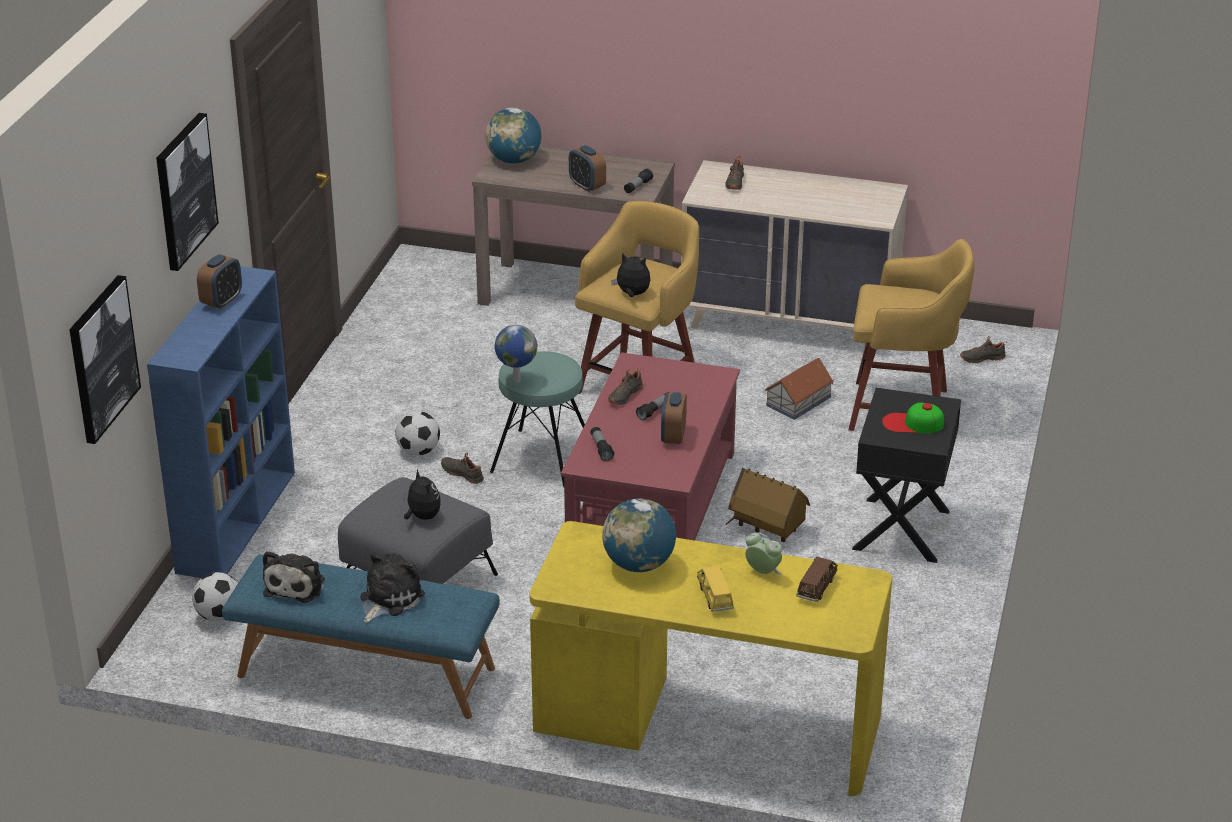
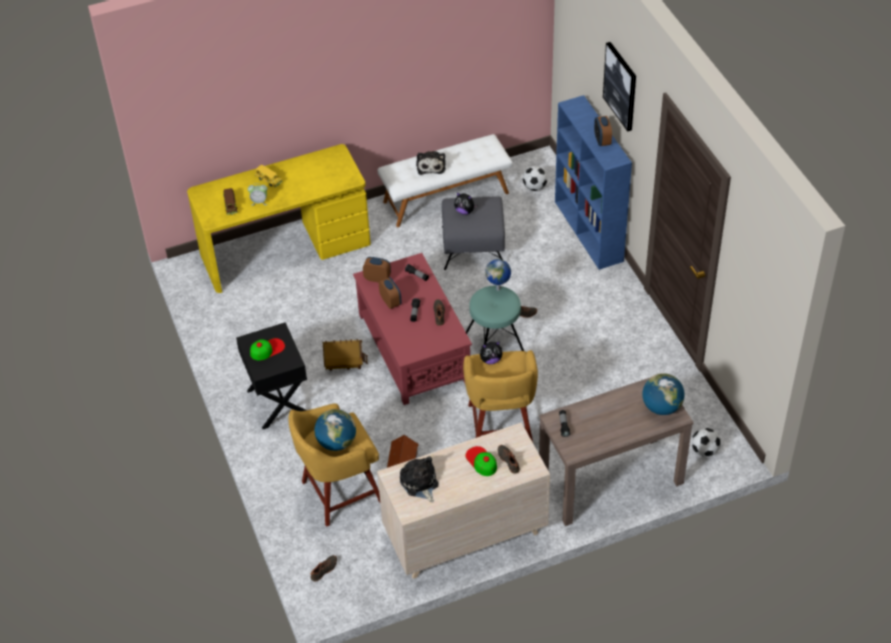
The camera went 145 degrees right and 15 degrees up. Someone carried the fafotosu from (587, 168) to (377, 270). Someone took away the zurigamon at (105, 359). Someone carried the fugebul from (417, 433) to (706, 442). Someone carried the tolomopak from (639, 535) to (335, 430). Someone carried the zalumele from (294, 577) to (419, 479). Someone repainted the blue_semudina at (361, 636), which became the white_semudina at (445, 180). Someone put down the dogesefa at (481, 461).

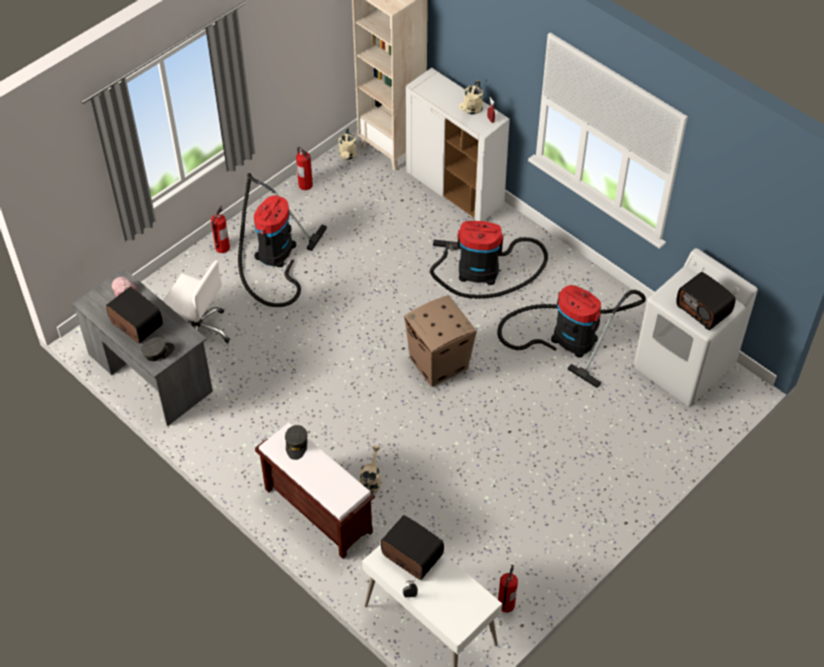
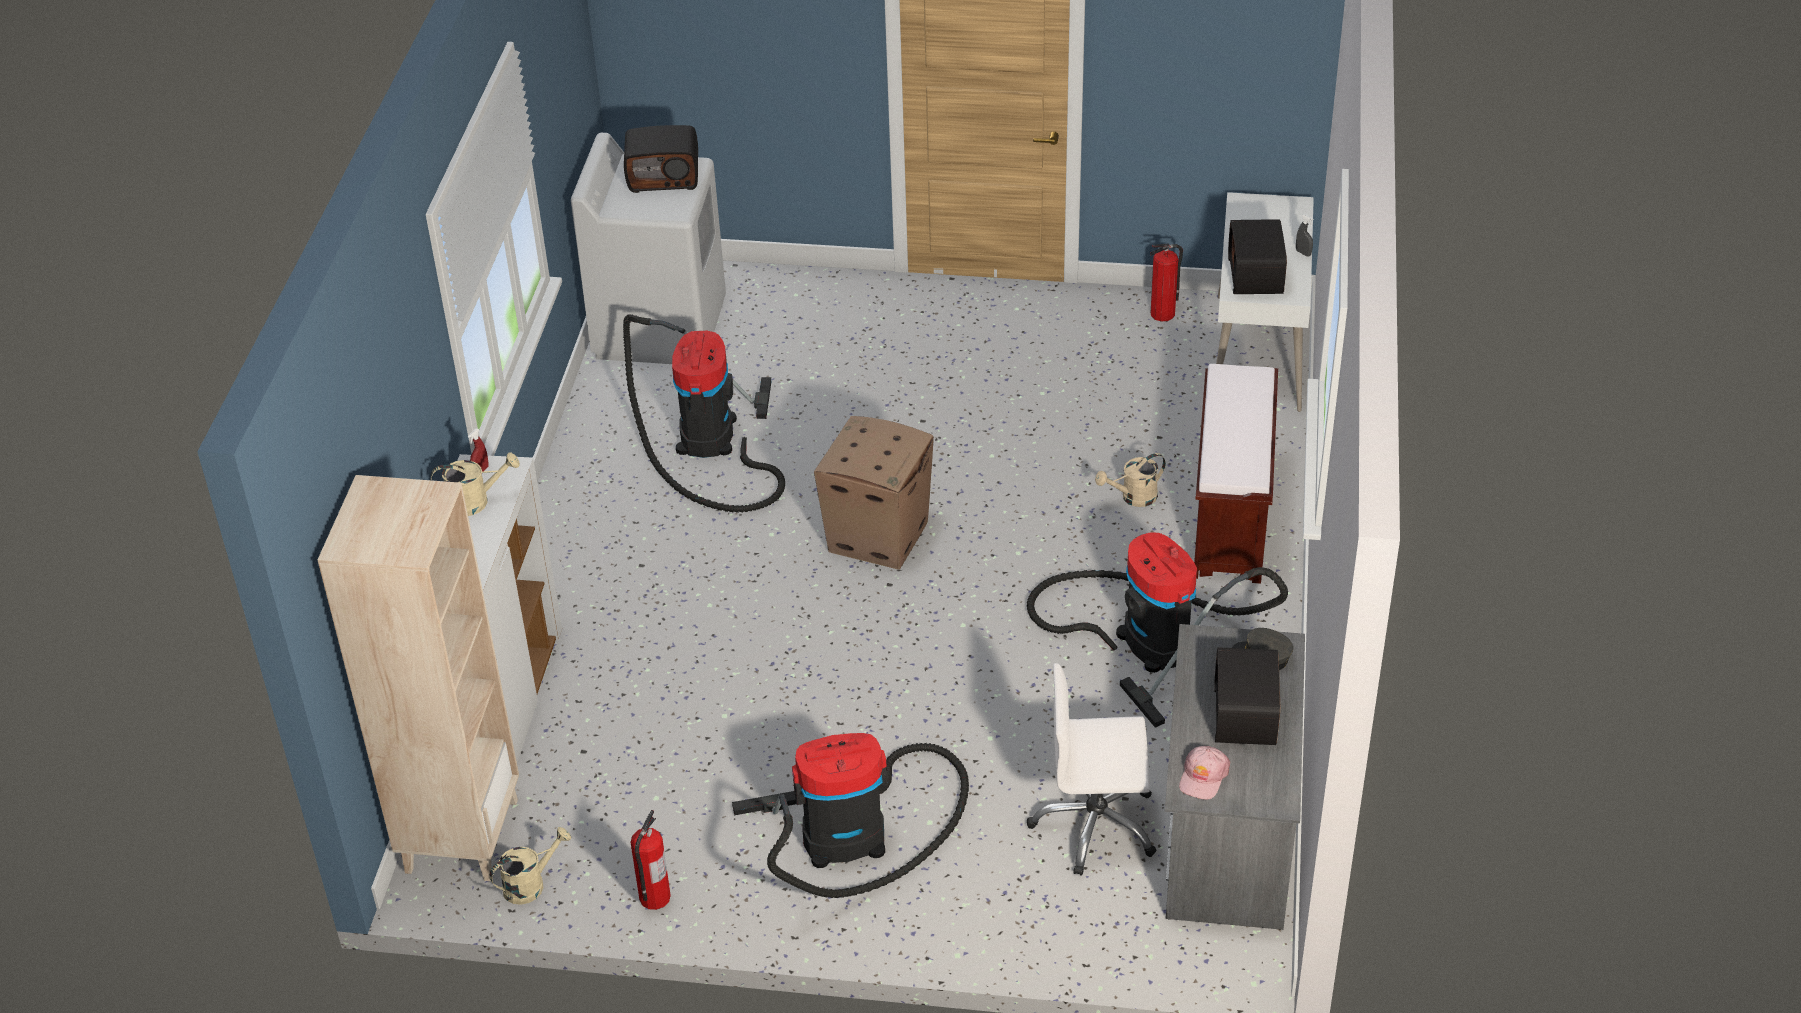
The camera went 125 degrees left and 10 degrees down. Someone took away the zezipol at (220, 229). Someone carried the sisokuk from (489, 260) to (1157, 630). Someone rotated the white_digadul at (196, 301) by 75 degrees counterclockwise. Someone rotated the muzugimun at (706, 301) by 75 degrees clockwise. Someone took away the grey_dogesefa at (296, 442).

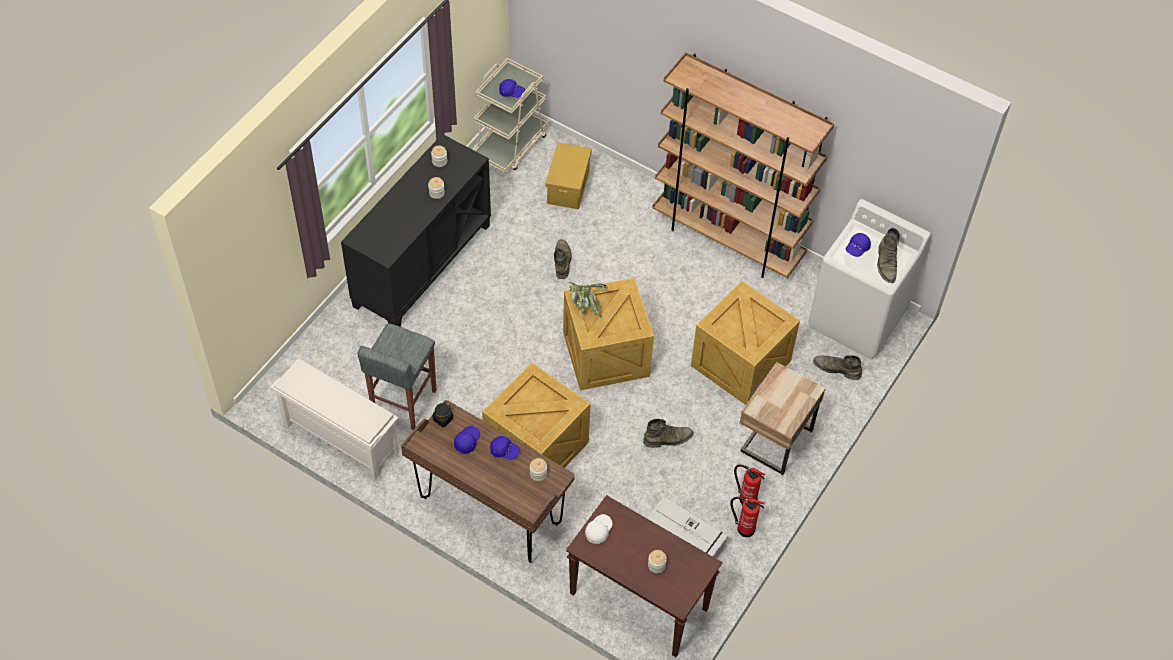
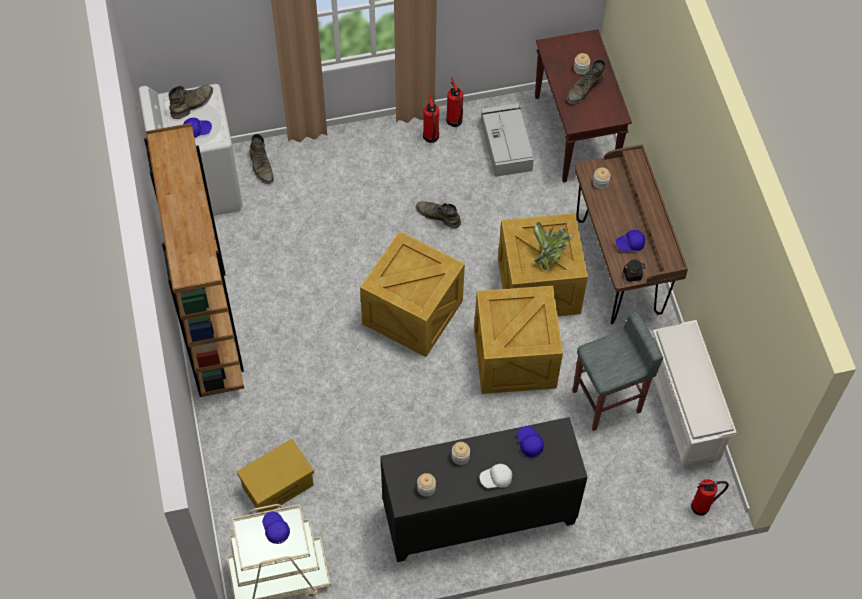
The camera went 135 degrees left and 5 degrees up. Someone carried the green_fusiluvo from (563, 259) to (586, 81). Someone carried the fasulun from (745, 343) to (518, 340). Someone carried the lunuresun from (588, 299) to (553, 247). Someone took away the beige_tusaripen at (783, 418). Someone carried the blue_dogesefa from (505, 448) to (530, 442). Someone carried the white_dogesefa from (599, 529) to (496, 476). Someone put down the zezipol at (710, 497).

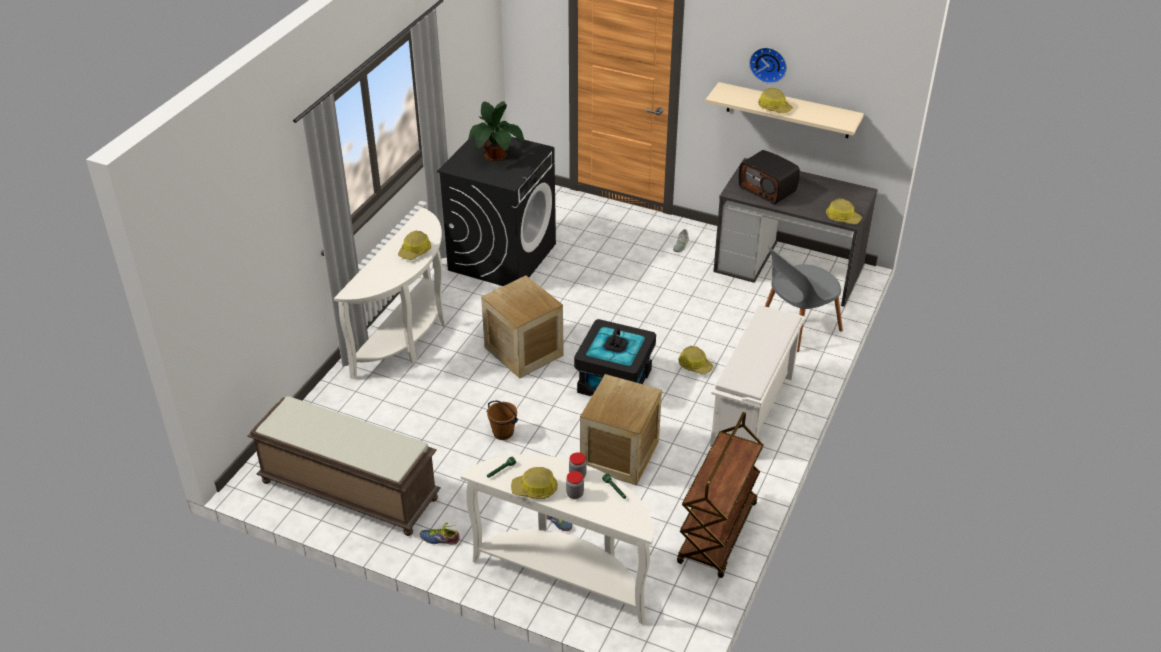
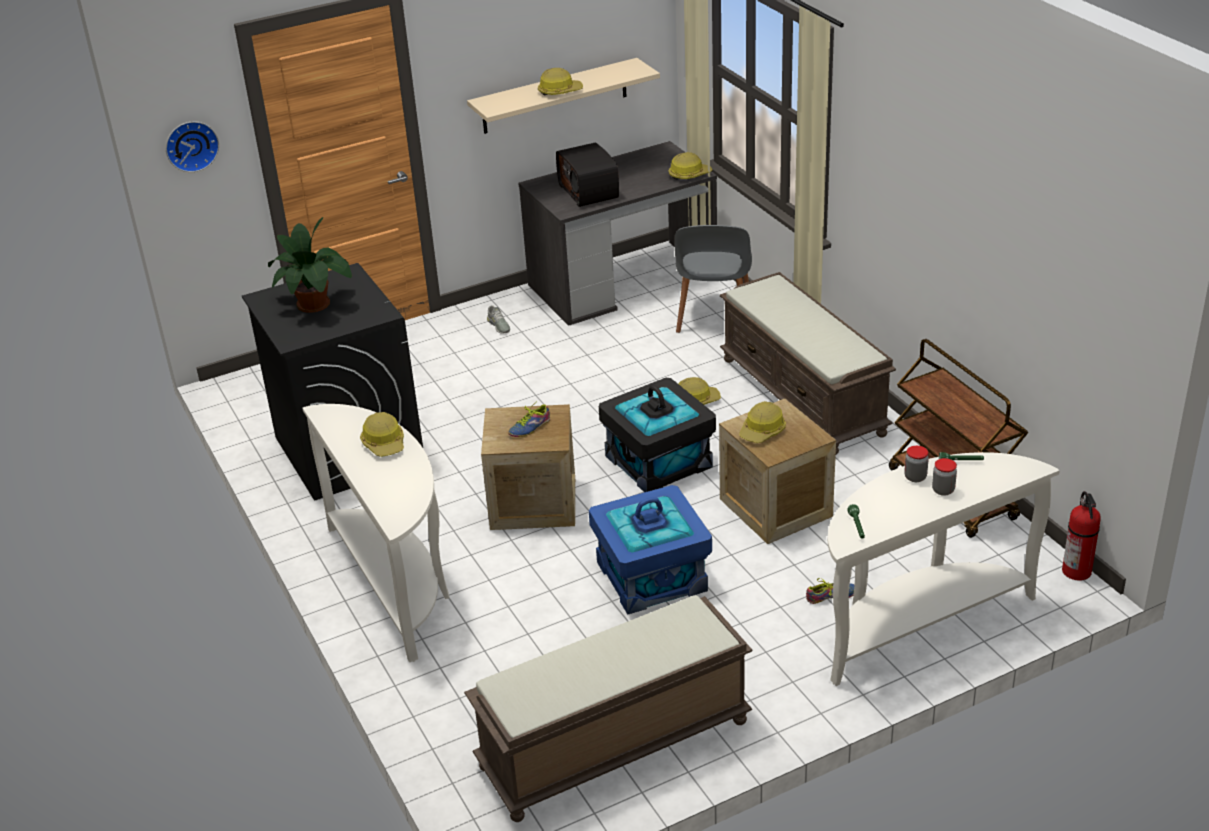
The camera went 50 degrees left and 5 degrees down. Someone carried the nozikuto from (768, 65) to (192, 146). Someone rotated the muzugimun at (769, 177) by 75 degrees clockwise. Someone swapped the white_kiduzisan at (757, 376) for the brown_semudina at (808, 363). Someone swapped the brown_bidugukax at (502, 420) for the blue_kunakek at (650, 550). Someone carried the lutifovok from (534, 483) to (762, 422). Someone carried the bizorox from (439, 534) to (529, 419). Someone put down the zezipol at (1081, 535).

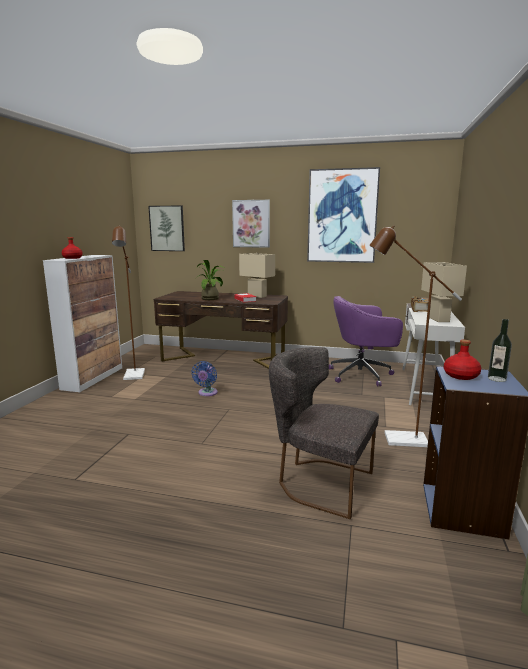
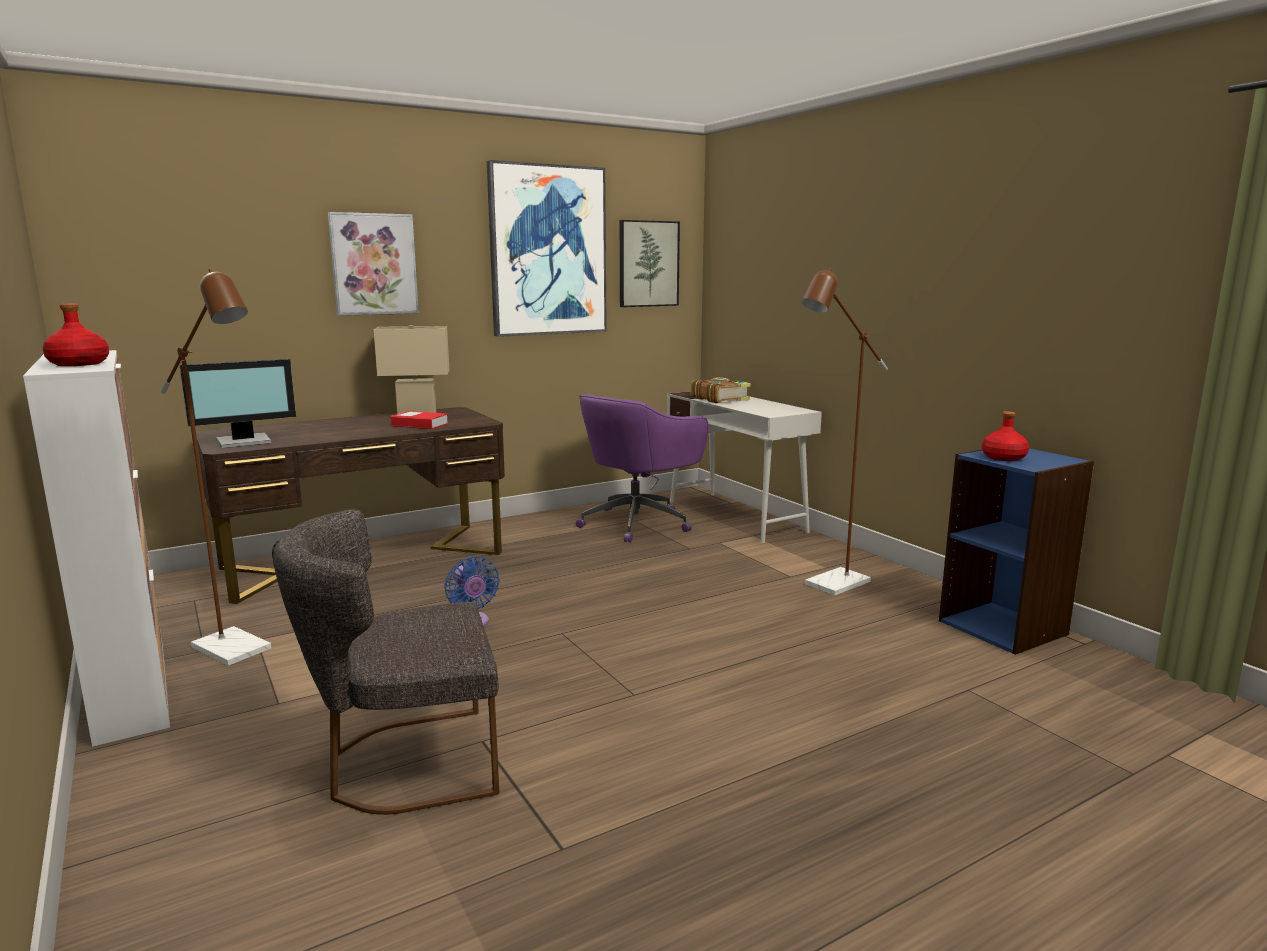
The camera went 45 degrees left and 0 degrees up. Someone carried the zurigamon from (166, 228) to (650, 263). Someone took away the lunuresun at (210, 280). Someone took away the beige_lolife at (444, 292). Someone took away the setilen at (500, 350). Someone carried the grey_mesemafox from (324, 433) to (385, 662). Someone put down the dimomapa at (238, 403).

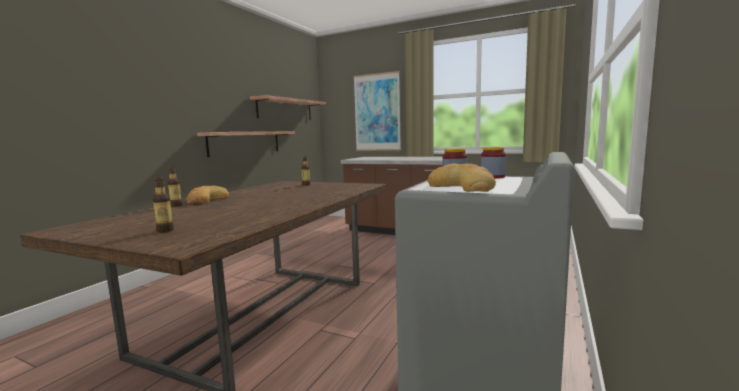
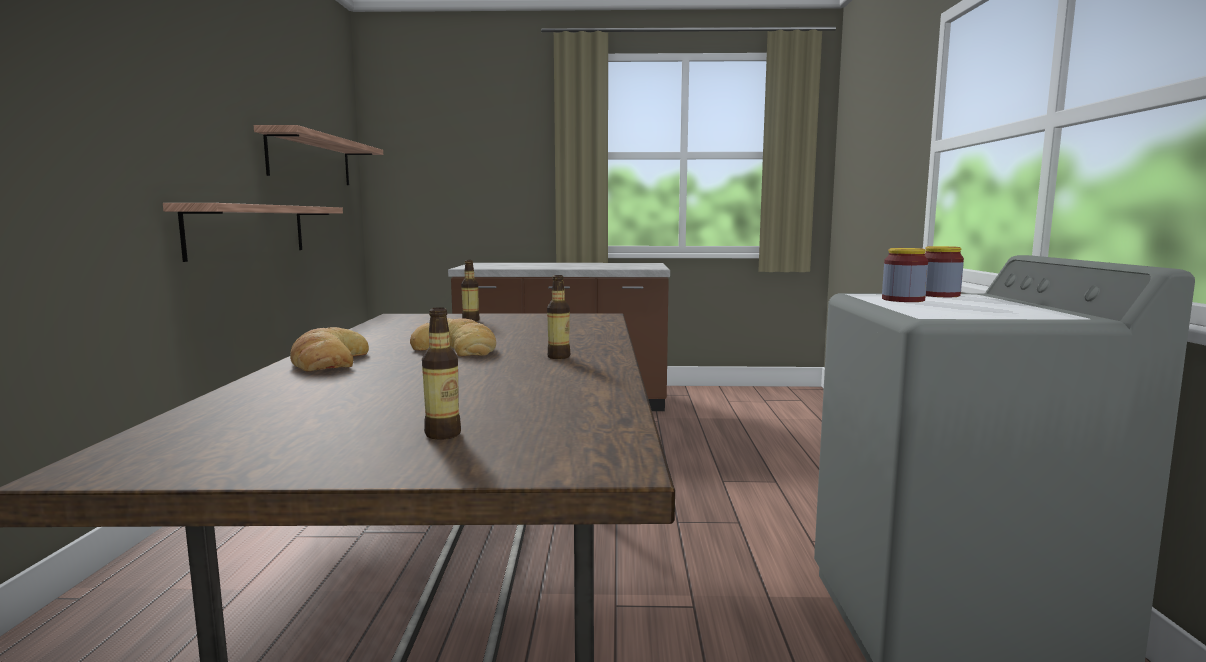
The camera went 25 degrees left and 0 degrees up. Someone took away the zurigamon at (377, 111). Someone carried the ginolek from (462, 178) to (453, 337). Someone carried the setilen from (175, 187) to (558, 317).

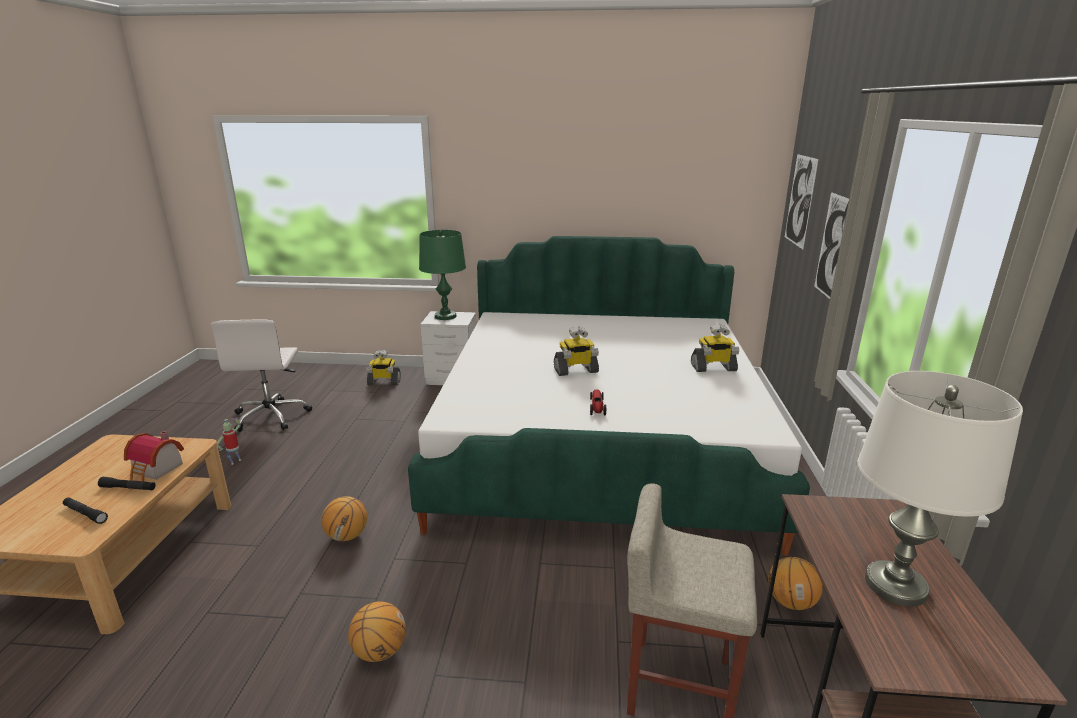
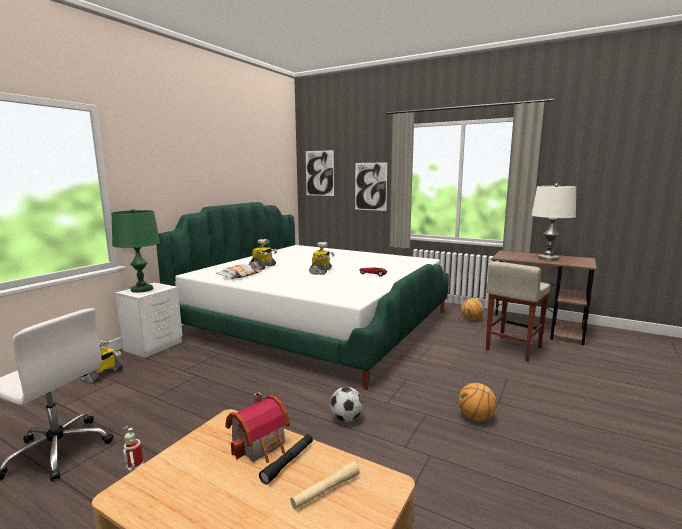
The camera went 65 degrees left and 10 degrees down. Someone carried the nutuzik from (715, 348) to (263, 254). Someone swapped the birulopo at (344, 518) for the fugebul at (346, 404). Someone repainted the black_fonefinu at (85, 510), which became the beige_fonefinu at (325, 485). Someone put down the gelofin at (239, 271).

